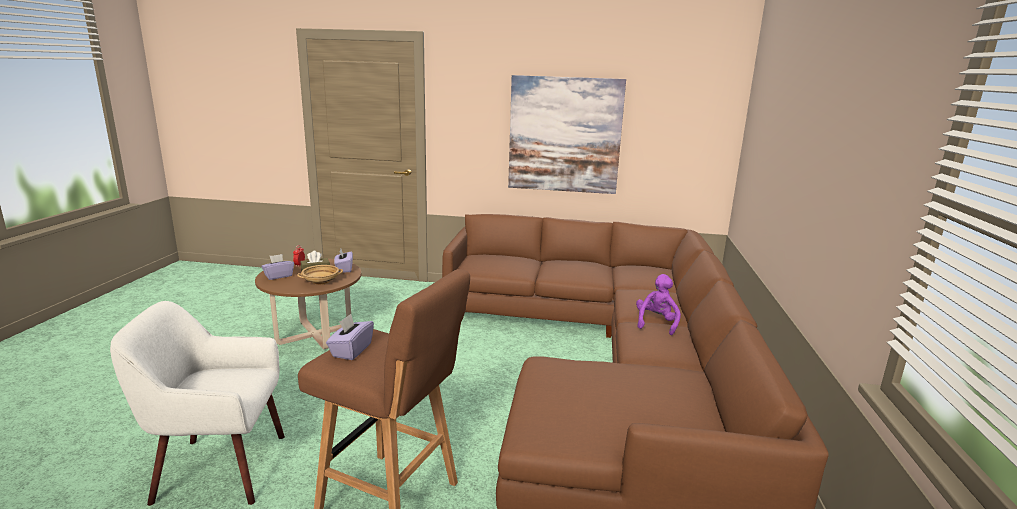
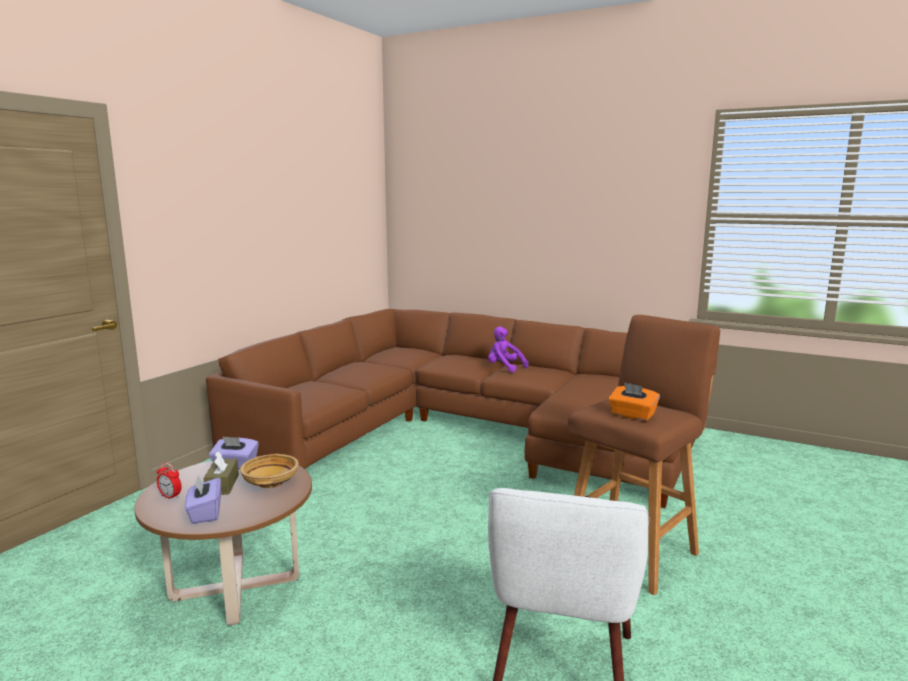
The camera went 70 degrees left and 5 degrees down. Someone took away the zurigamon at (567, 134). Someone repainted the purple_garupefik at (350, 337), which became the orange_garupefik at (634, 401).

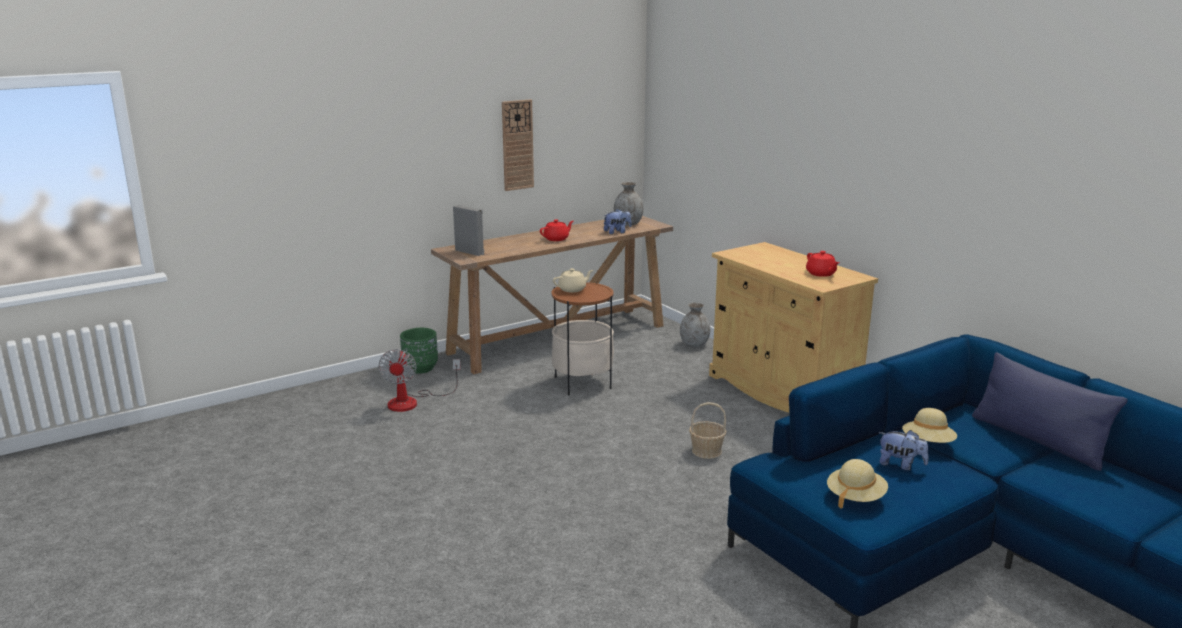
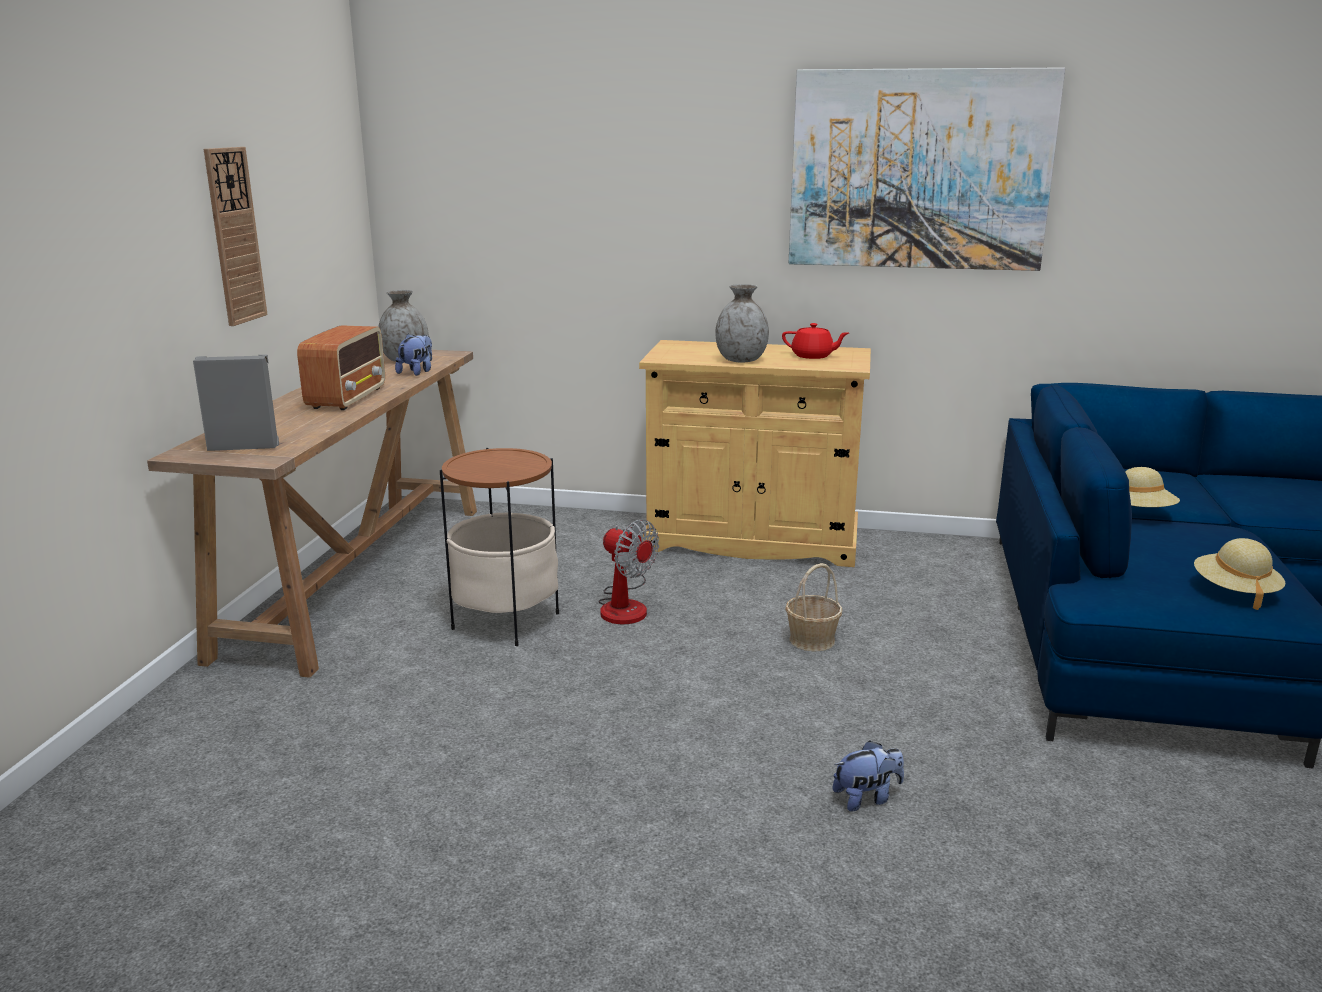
The camera went 45 degrees left and 0 degrees up. Someone swapped the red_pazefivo at (557, 230) for the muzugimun at (341, 367). Someone took away the beige_pazefivo at (573, 280). Someone carried the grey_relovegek from (695, 324) to (742, 323). Someone took away the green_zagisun at (419, 351). Someone carried the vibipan from (419, 380) to (628, 572). Someone took away the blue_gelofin at (1050, 411). Someone carried the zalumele from (903, 450) to (868, 776). Someone put up the zurigamon at (927, 169).

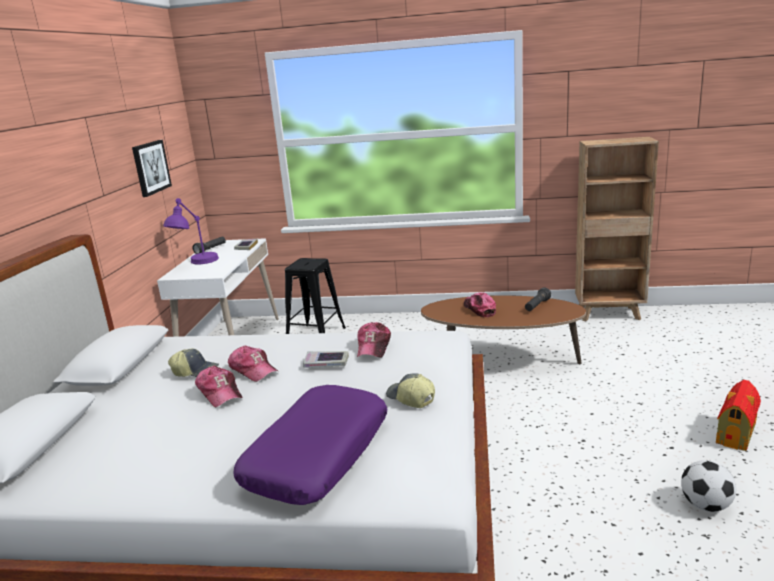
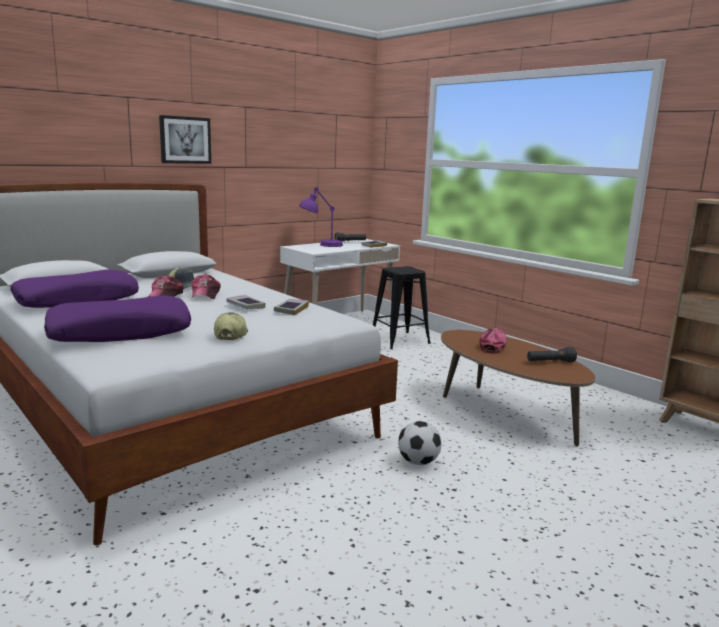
The camera went 40 degrees right and 5 degrees down. Someone carried the zurigamon from (152, 168) to (185, 139). Someone swapped the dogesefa at (374, 340) for the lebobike at (291, 307). Someone took away the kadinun at (738, 415). Someone carried the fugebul from (708, 486) to (420, 443). Someone put down the purple_gelofin at (75, 289).

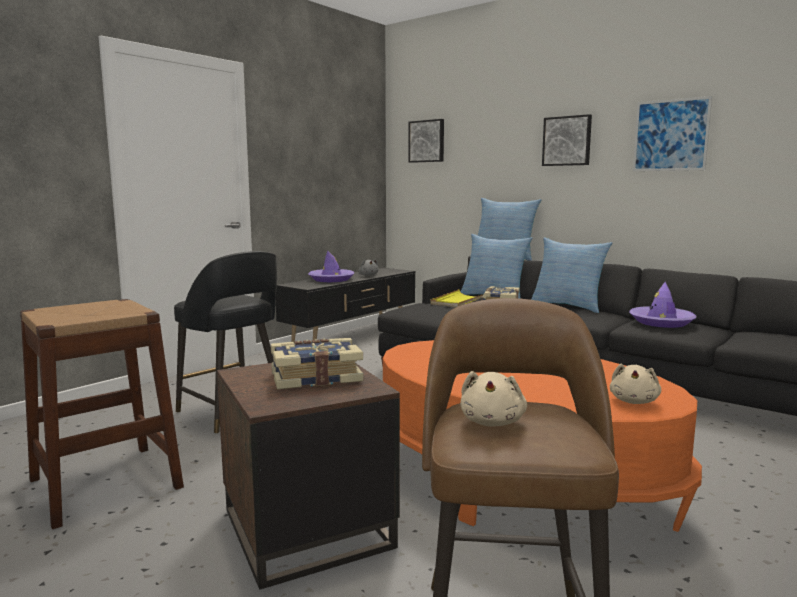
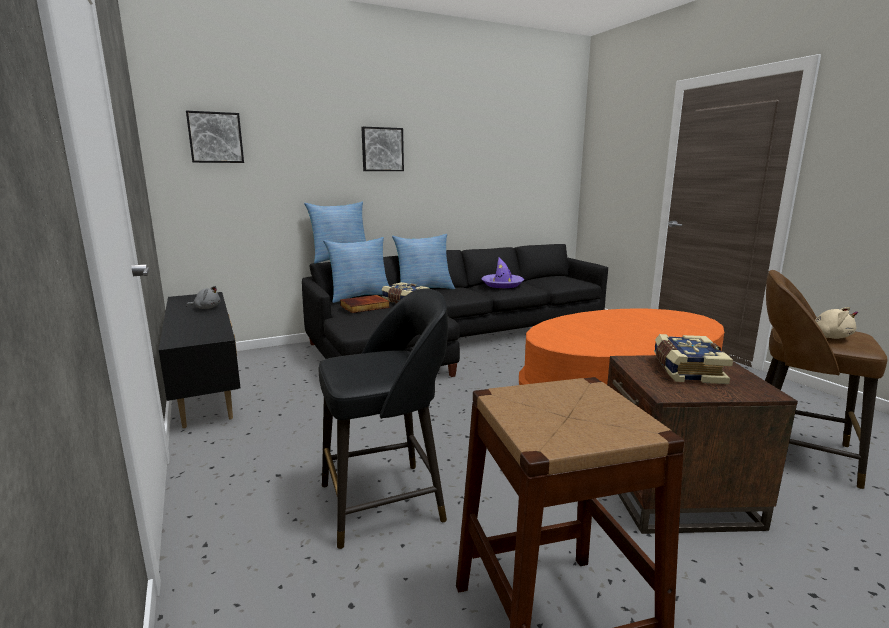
The camera went 65 degrees left and 5 degrees up. Someone took away the zurigamon at (672, 133). Someone took away the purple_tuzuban at (331, 266). Someone swapped the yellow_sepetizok at (456, 298) for the lebobike at (365, 304). Someone took away the beige_zalumele at (635, 383).

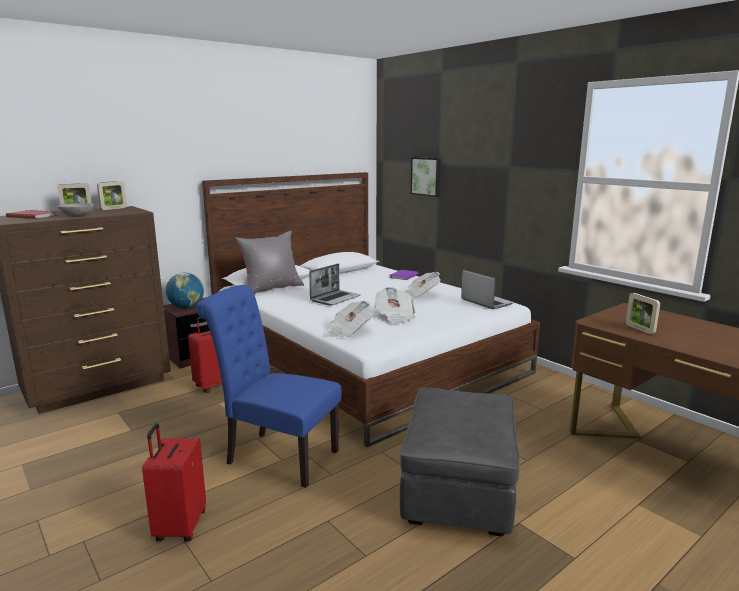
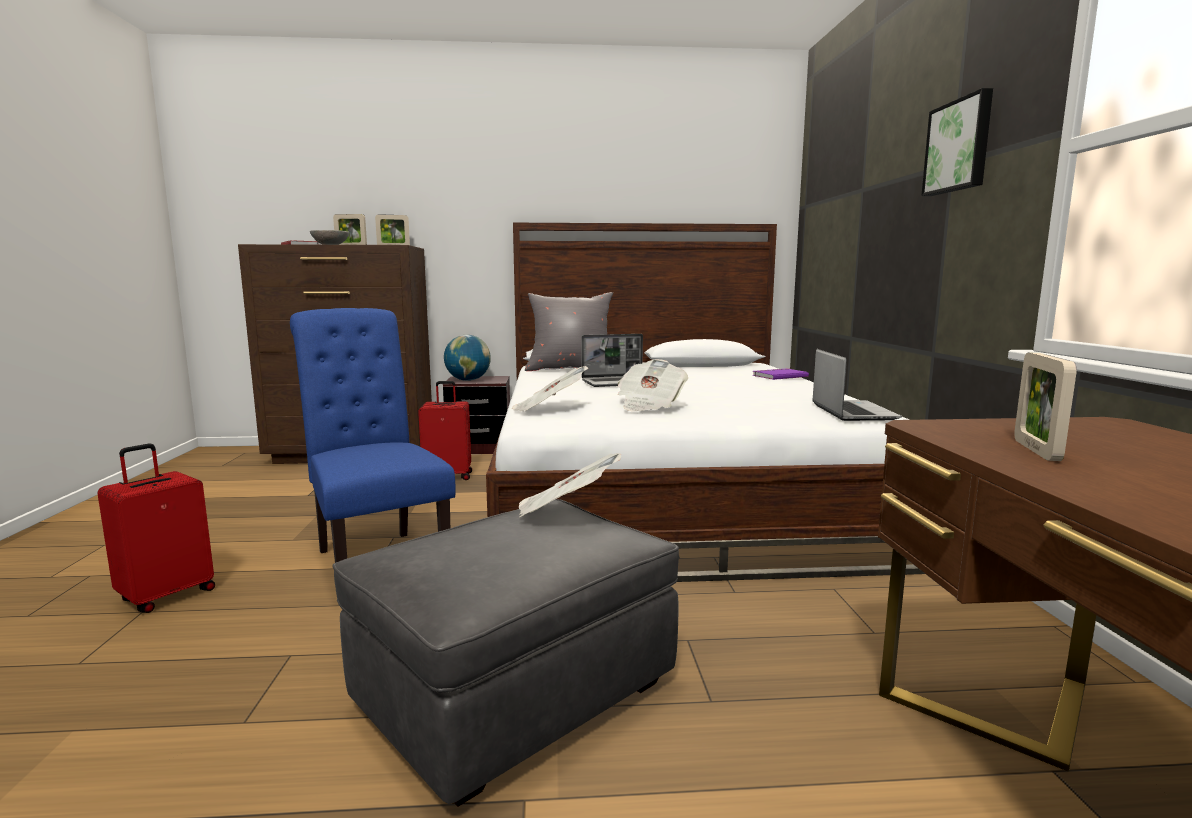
The camera went 35 degrees right and 5 degrees down. Someone carried the zurigamon from (426, 177) to (957, 142). Someone carried the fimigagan from (423, 285) to (570, 485).

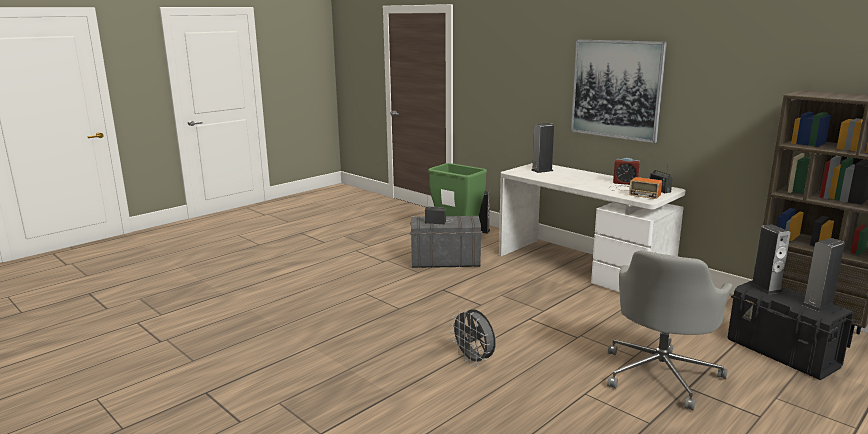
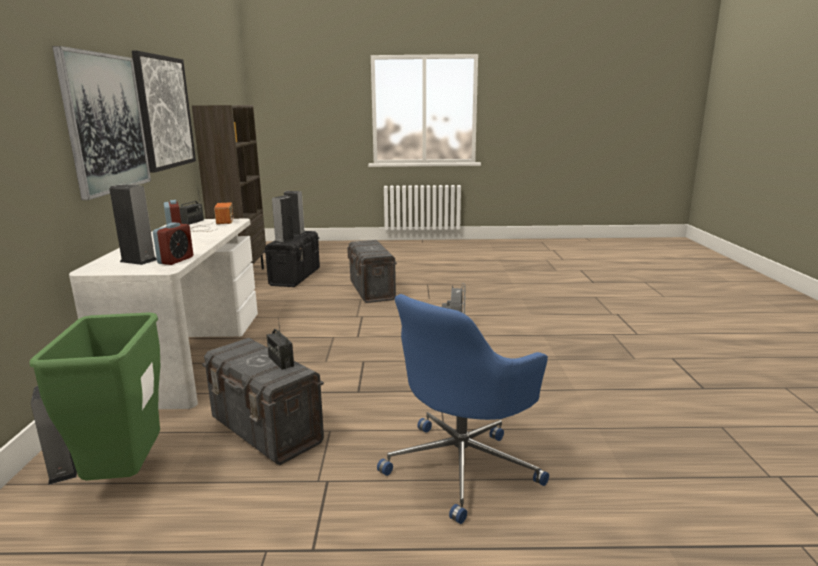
The camera went 135 degrees left and 0 degrees up. Someone swapped the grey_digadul at (670, 330) for the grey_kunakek at (372, 271). Someone put up the zurigamon at (164, 112). Someone put down the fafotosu at (173, 243). Someone put down the blue_digadul at (463, 409).

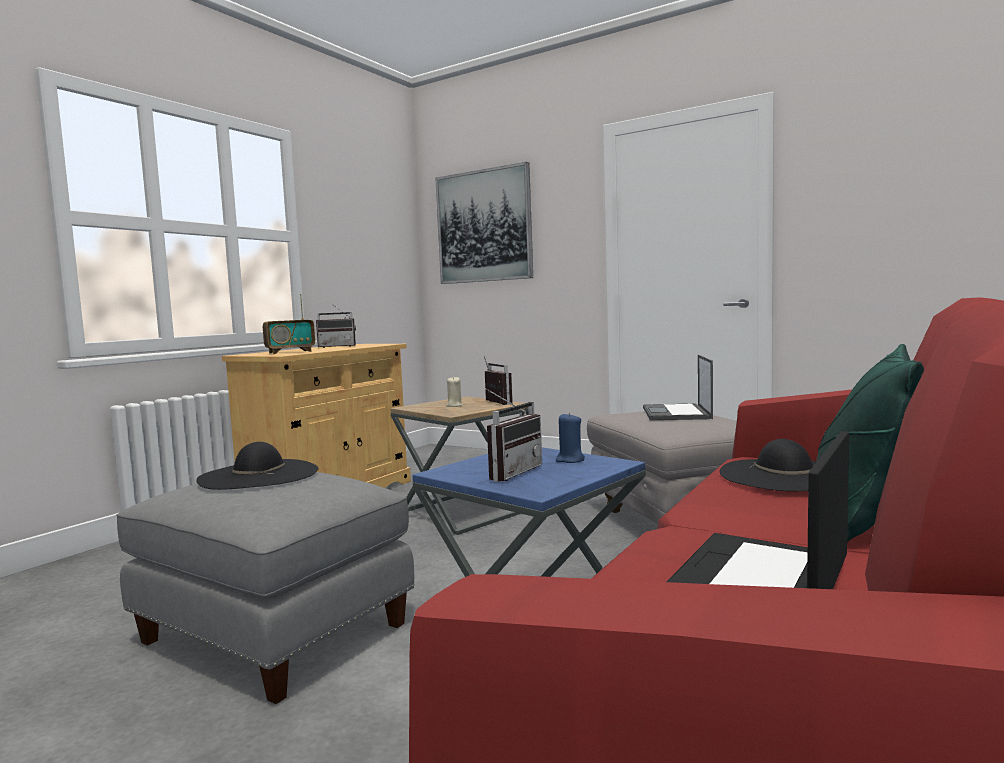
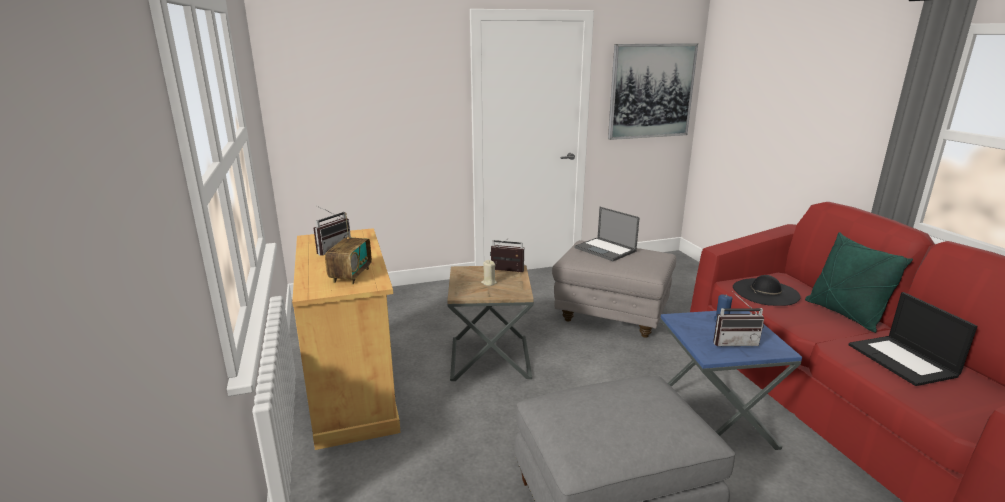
The camera went 50 degrees left and 15 degrees up. Someone carried the zurigamon from (484, 223) to (653, 91). Someone rotated the muzugimun at (513, 435) by 105 degrees clockwise. Someone took away the black_tuzuban at (257, 466).

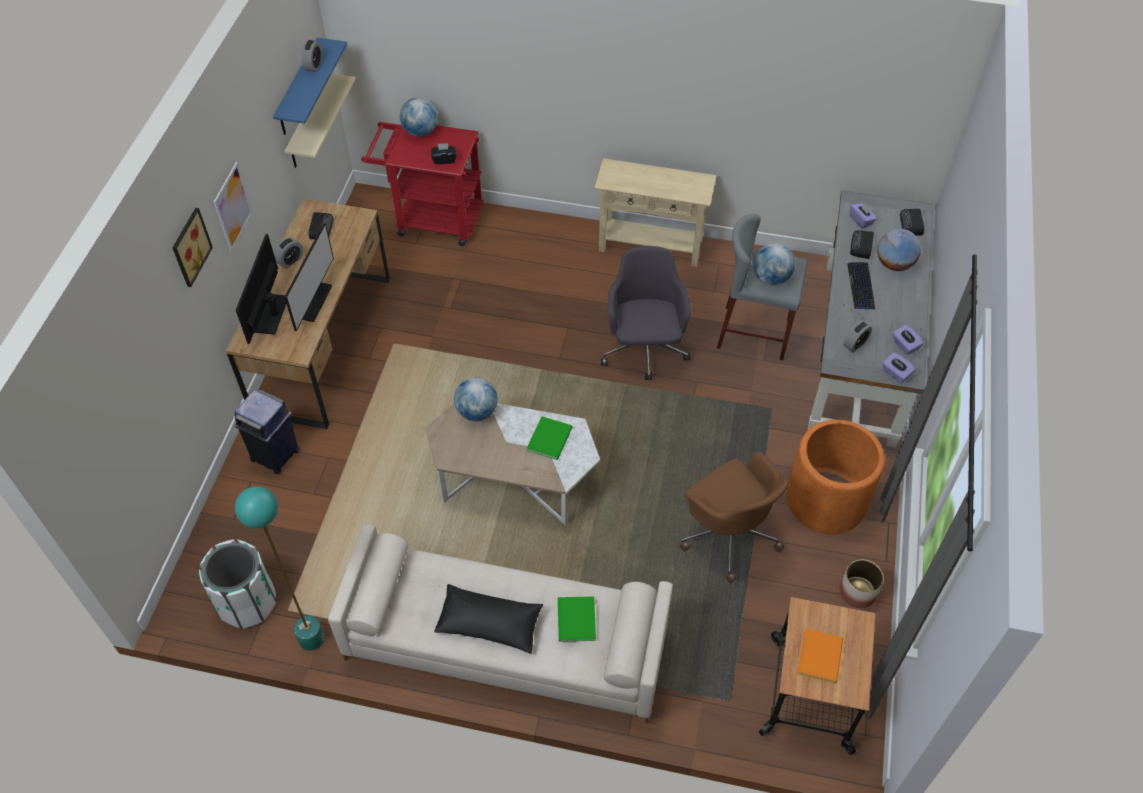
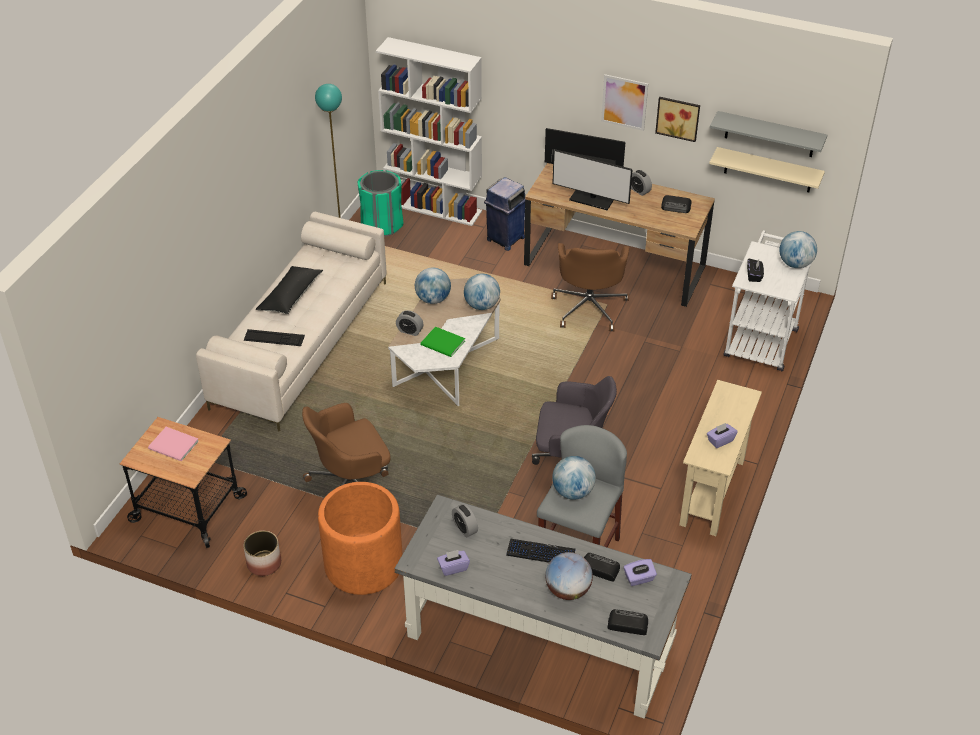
The camera went 100 degrees right and 10 degrees down. Someone repainted the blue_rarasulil at (310, 86), which became the grey_rarasulil at (768, 134). Someone carried the fafotosu from (311, 56) to (410, 323). Someone repainted the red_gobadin at (422, 184), which became the white_gobadin at (767, 301). Someone carried the zurigamon from (192, 247) to (677, 119). Someone carried the purple_garupefik from (899, 367) to (722, 435). Someone repainted the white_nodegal at (237, 583), which became the green_nodegal at (381, 203). Someone swapped the green_lebobike at (577, 619) for the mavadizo at (274, 337). Someone repainted the orange_lebobike at (820, 656), which became the pink_lebobike at (173, 444). Someone put down the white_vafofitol at (429, 131). Someone put down the brown_digadul at (590, 287). Someone put down the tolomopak at (433, 286).

